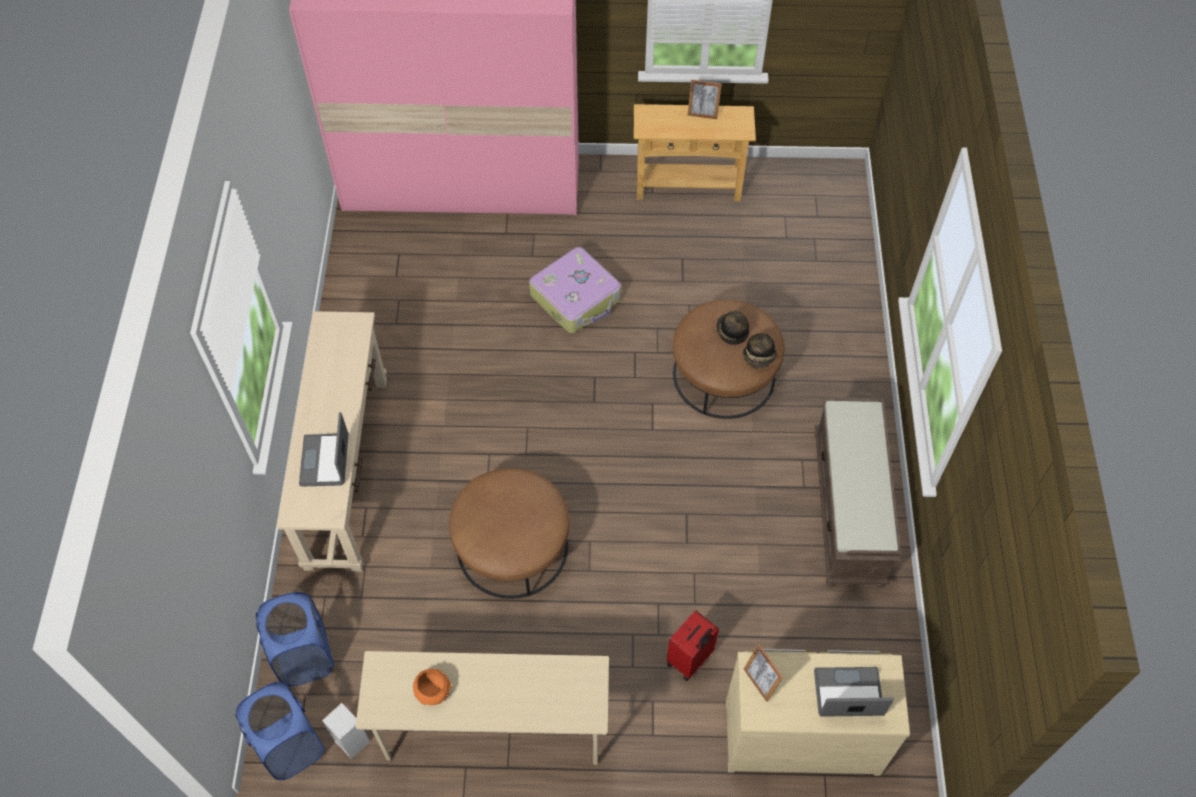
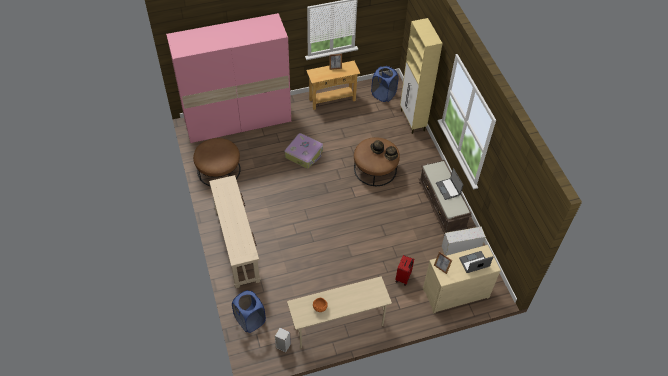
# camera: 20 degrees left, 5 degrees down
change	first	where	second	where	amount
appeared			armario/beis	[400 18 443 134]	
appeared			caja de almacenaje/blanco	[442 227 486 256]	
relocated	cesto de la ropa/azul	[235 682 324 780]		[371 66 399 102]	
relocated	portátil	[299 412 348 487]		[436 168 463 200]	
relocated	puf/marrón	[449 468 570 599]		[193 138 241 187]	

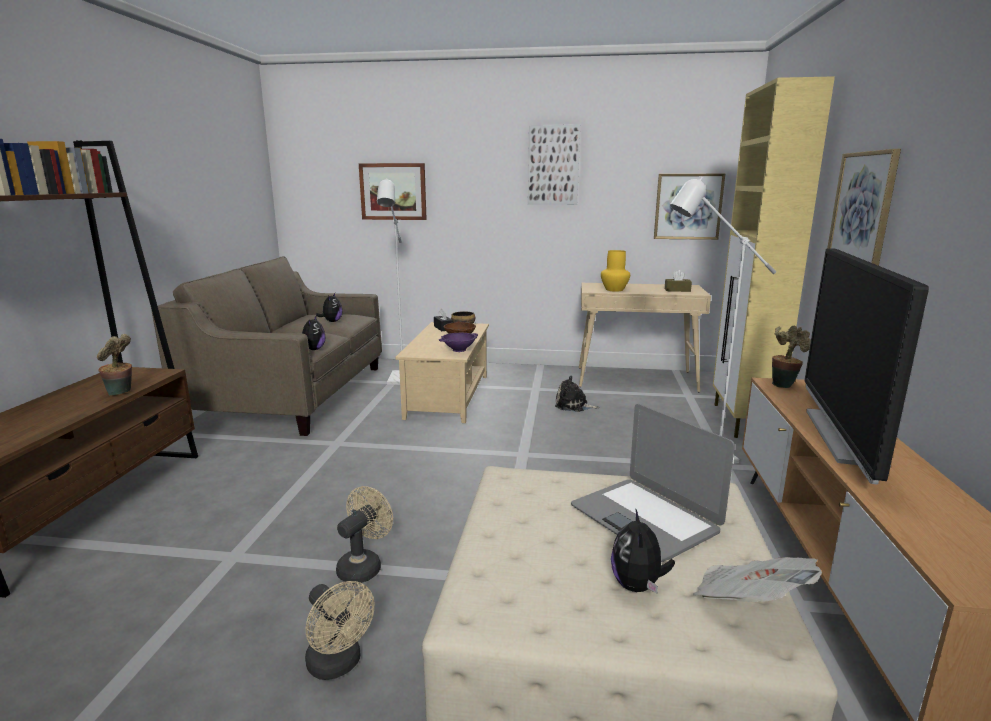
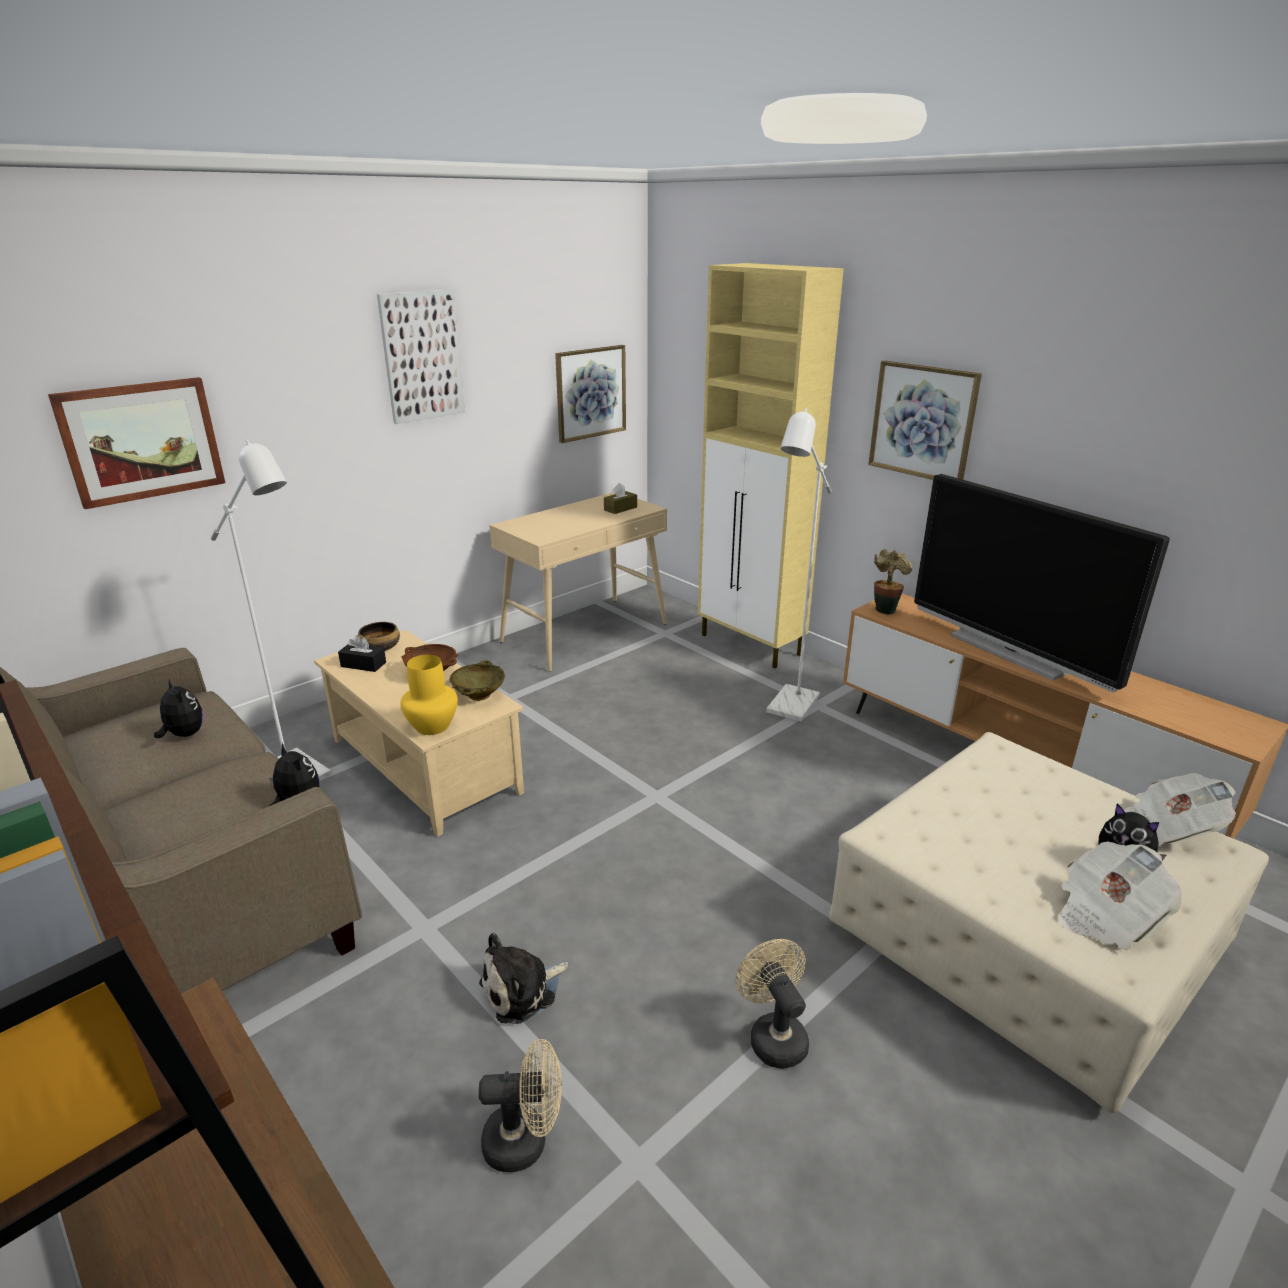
# camera: 50 degrees left, 10 degrees up
change	first	where	second	where	amount
missing	planta en maceta	[97 334 132 395]			
missing	portátil	[571 404 735 562]			
appeared			periódico	[1058 841 1182 951]	
relocated	ventilador/beis	[305 581 374 680]		[479 1039 562 1172]	
relocated	peluche	[555 375 599 412]		[479 933 568 1024]	
relocated	florero/amarillo	[601 250 630 292]		[400 655 458 735]	
colour	cuenco/morado	[439 333 478 352]	cuenco/beis	[449 660 505 701]	

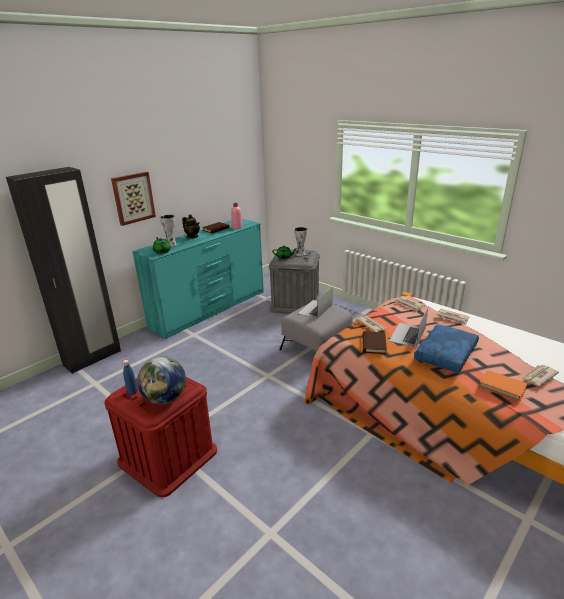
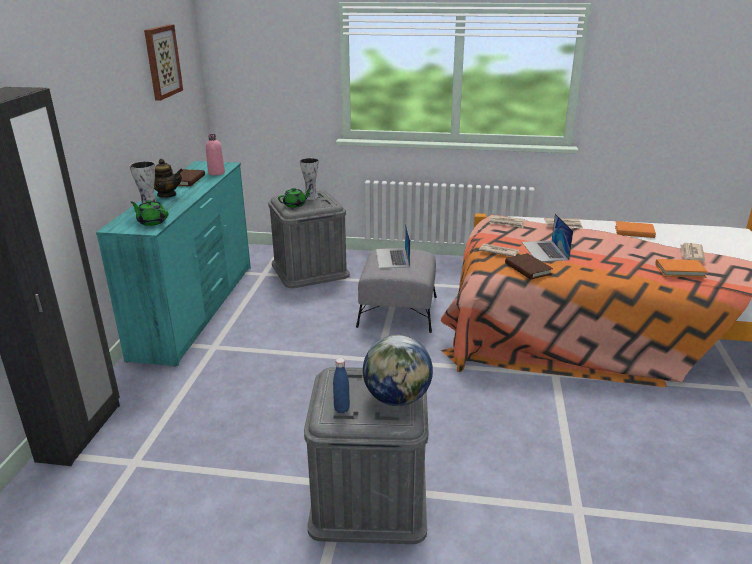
# camera: 35 degrees left, 0 degrees up
change	first	where	second	where	amount
missing	cojín/azul	[414 324 479 373]			
appeared			libro/naranja	[615 221 656 238]	
relocated	cuadro	[111 172 156 226]		[144 25 183 101]	
colour	caja de almacenaje/rojo	[104 377 217 497]	caja de almacenaje/gris	[304 367 428 544]	

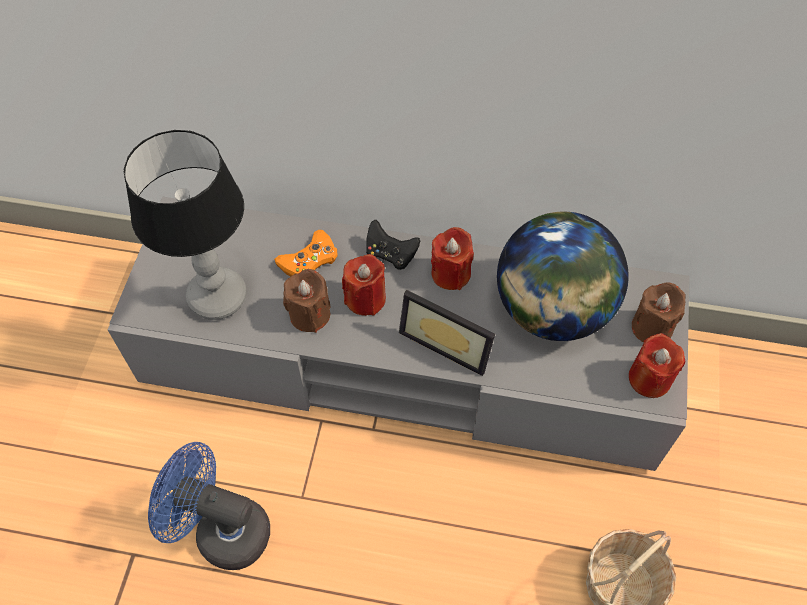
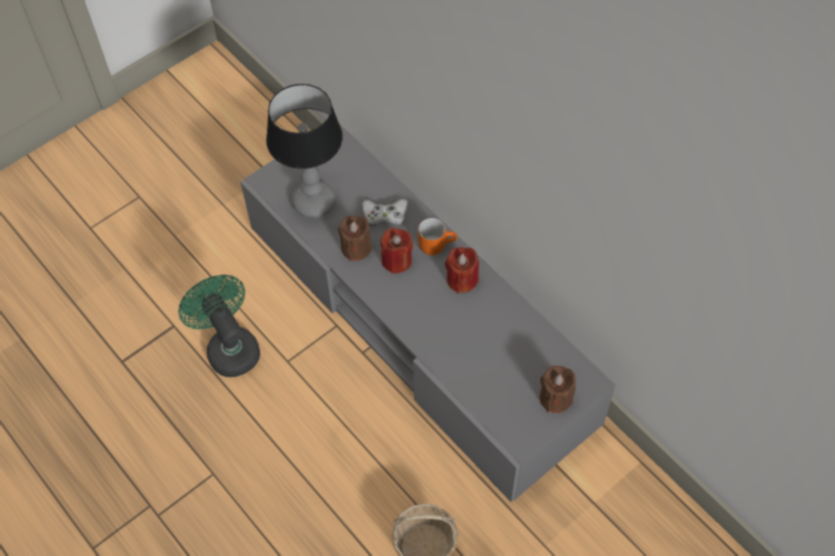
# camera: 40 degrees right, 0 degrees up
change	first	where	second	where	amount
missing	portarretratos	[399 290 495 376]			
missing	globo terráqueo	[497 211 629 341]			
missing	vela/rojo	[629 333 685 398]			
exchanged	mando de consola/negro	[366 220 420 270]	taza grande/naranja	[418 218 457 255]	
colour	ventilador/azul	[148 442 270 570]	ventilador/verde	[178 275 260 377]	
colour	mando de consola/naranja	[274 230 337 277]	mando de consola/blanco	[362 199 407 226]	

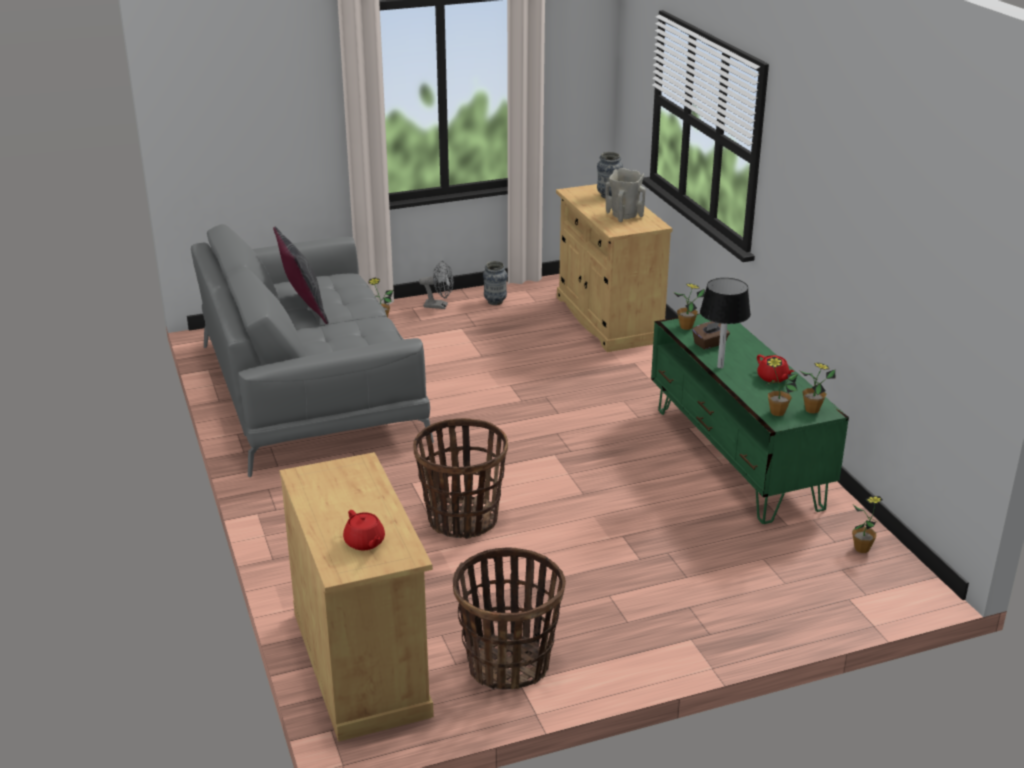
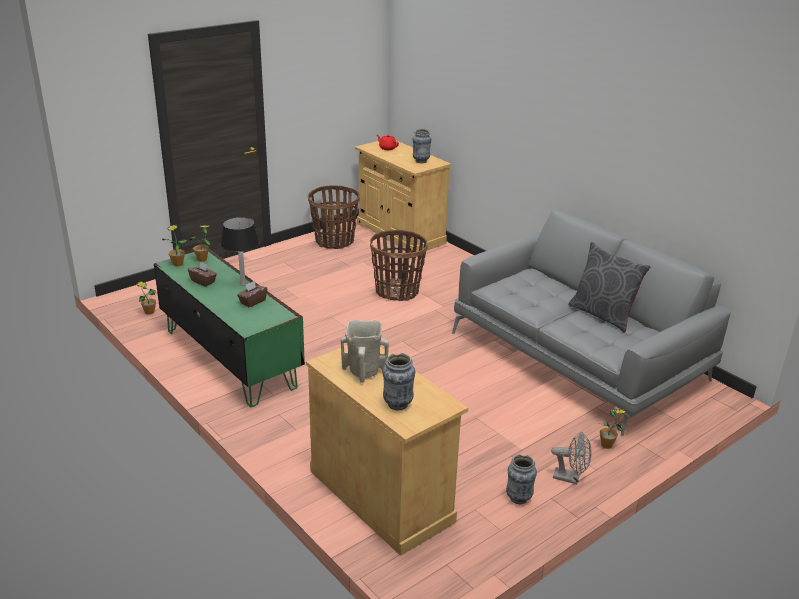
# camera: 160 degrees right, 0 degrees up
change	first	where	second	where	amount
missing	planta en maceta	[674 283 705 330]			
appeared			florero	[413 129 432 163]	
exchanged	tetera/rojo	[757 354 794 383]	caja de pañuelos/marrón	[188 261 217 287]	
spun	ventilador/gris	[419 260 454 309]		[551 432 591 485]	150 degrees counterclockwise

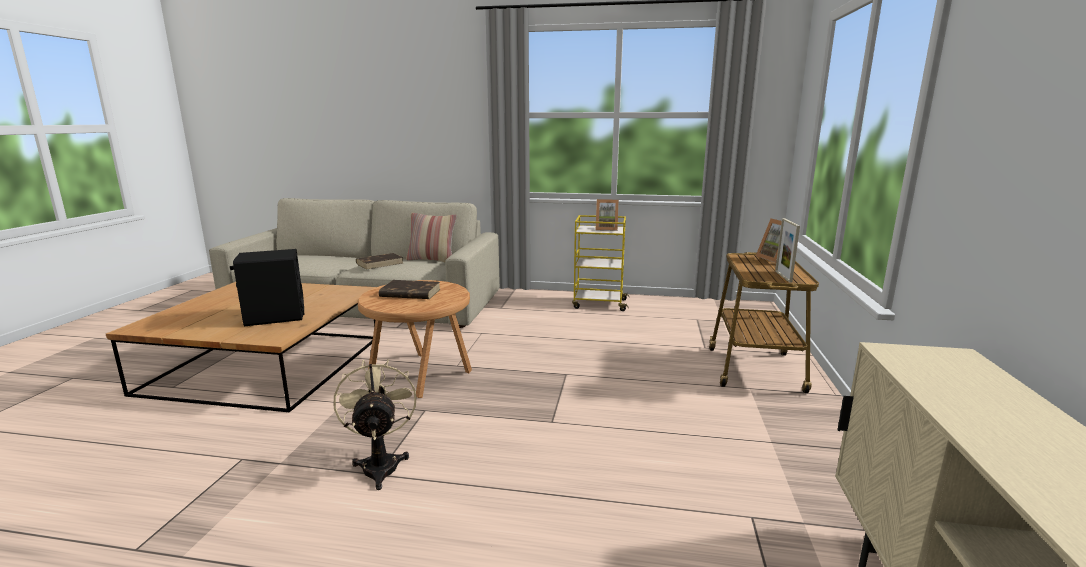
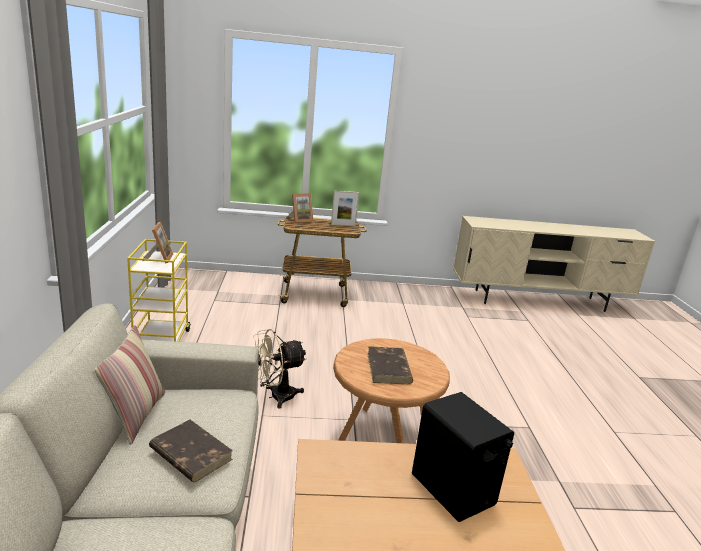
# camera: 105 degrees left, 5 degrees up
change	first	where	second	where	amount
relocated	ventilador/beis	[334 359 416 490]		[253 329 306 409]	

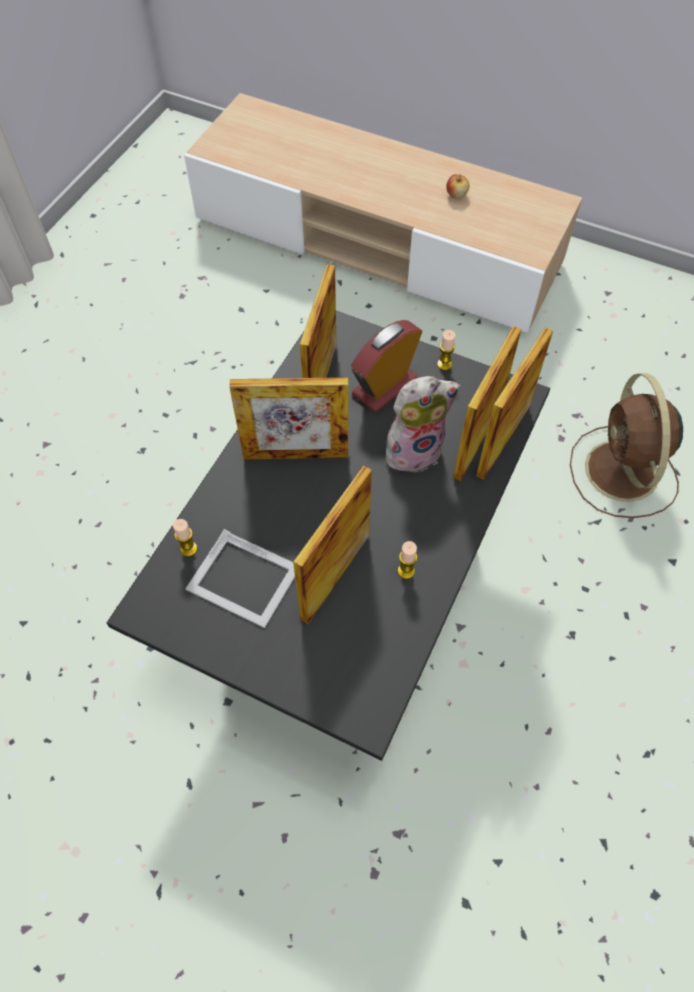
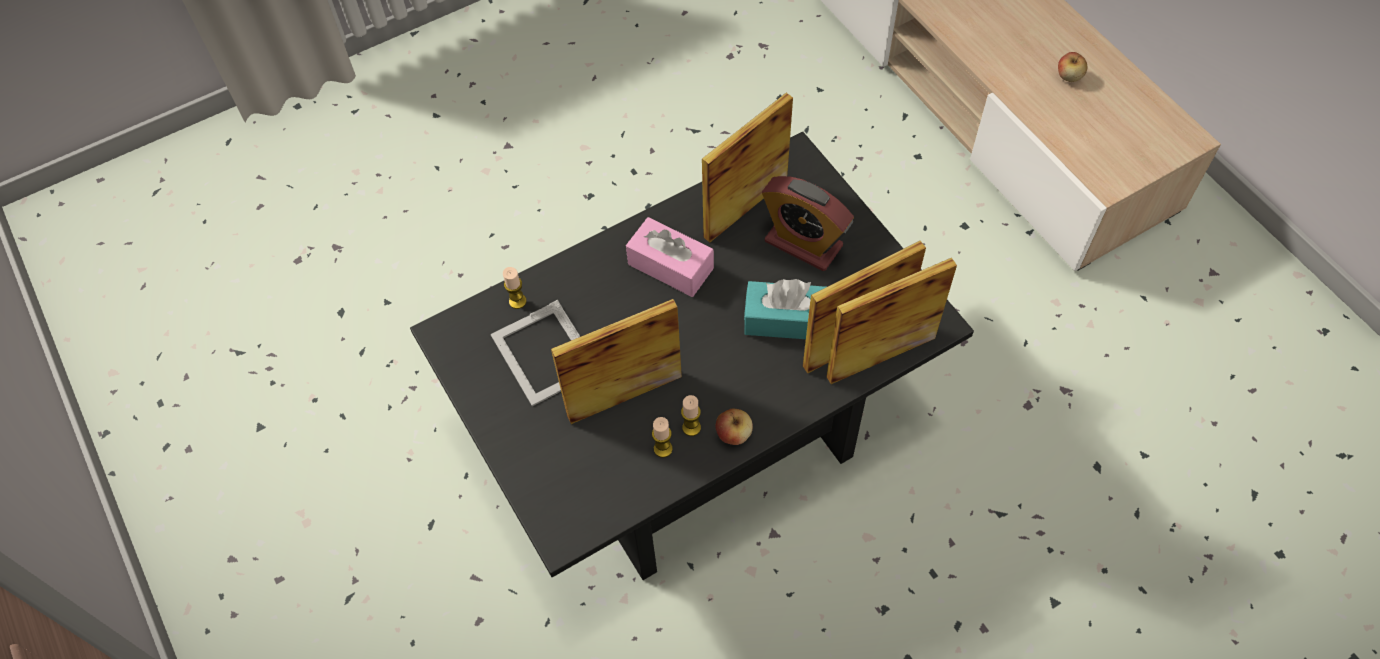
# camera: 35 degrees right, 0 degrees up
change	first	where	second	where	amount
missing	ventilador/marrón	[570 373 683 518]			
appeared			manzana	[715 409 753 445]	
relocated	vela	[437 330 455 371]		[652 417 673 458]	
exchanged	portarretratos	[229 377 348 459]	caja de pañuelos/rosa	[626 217 714 297]	
exchanged	peluche	[386 376 460 476]	caja de pañuelos/turquesa	[744 279 826 339]	
spun	despertador	[351 320 422 412]		[762 176 854 271]	135 degrees counterclockwise

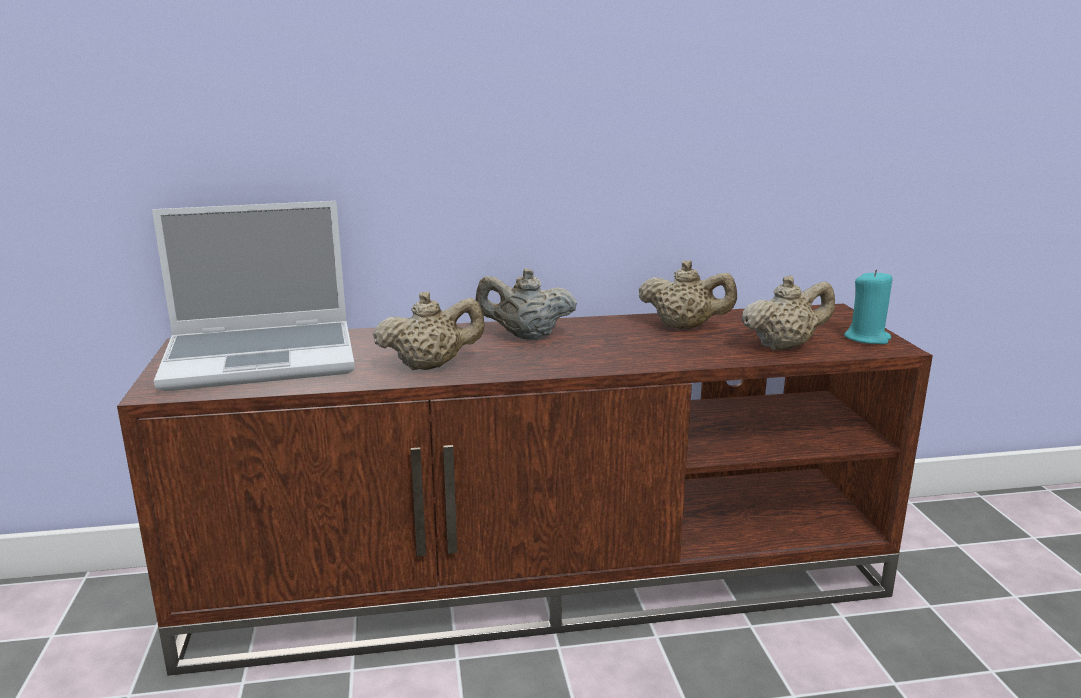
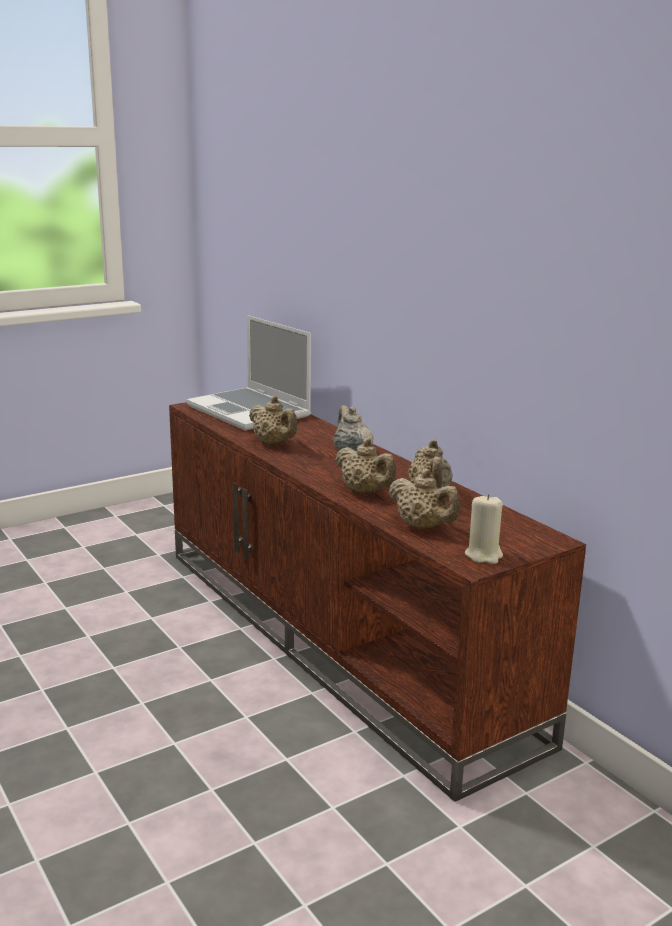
# camera: 65 degrees right, 0 degrees up
change	first	where	second	where	amount
appeared			tetera/beis	[335 438 396 494]	
colour	vela/turquesa	[844 269 892 344]	vela/beis	[465 494 503 564]	

